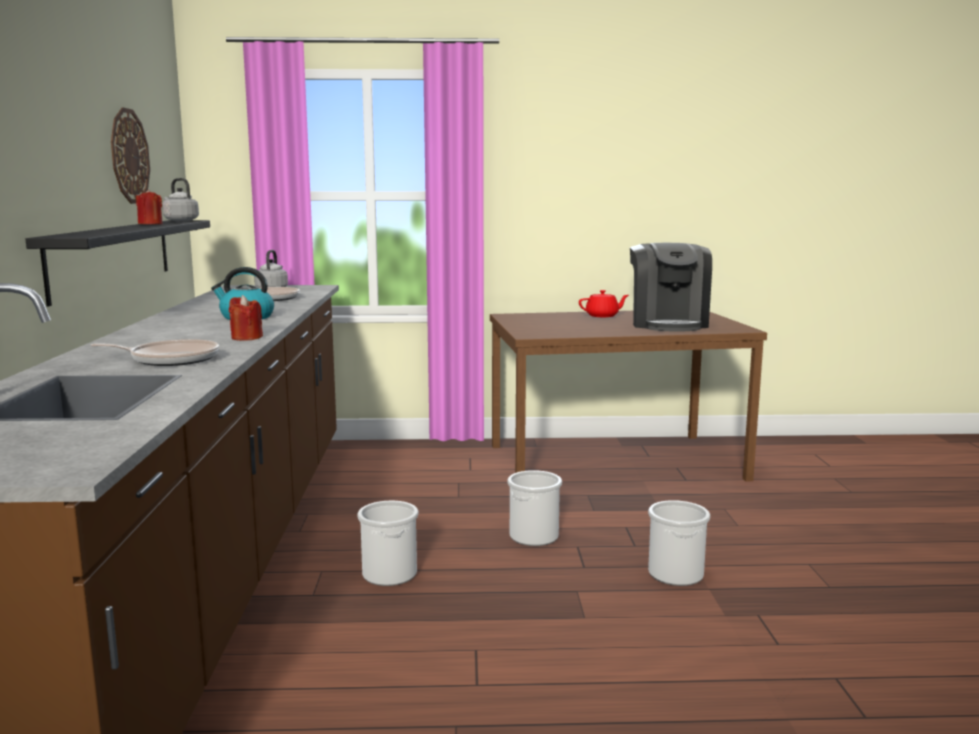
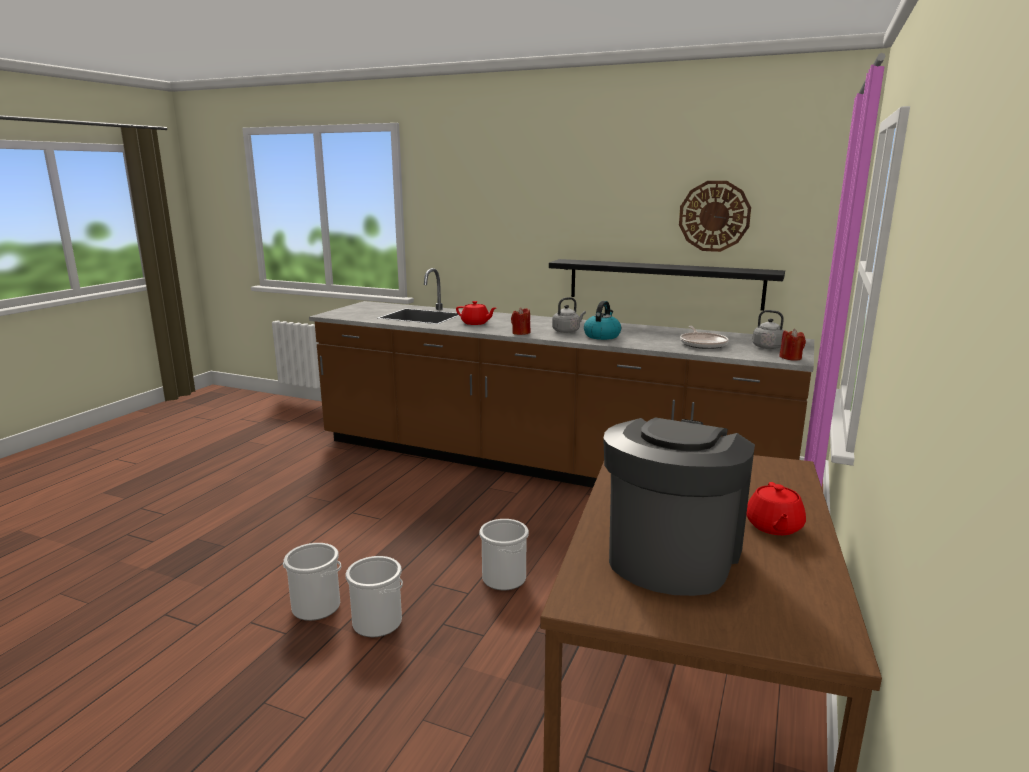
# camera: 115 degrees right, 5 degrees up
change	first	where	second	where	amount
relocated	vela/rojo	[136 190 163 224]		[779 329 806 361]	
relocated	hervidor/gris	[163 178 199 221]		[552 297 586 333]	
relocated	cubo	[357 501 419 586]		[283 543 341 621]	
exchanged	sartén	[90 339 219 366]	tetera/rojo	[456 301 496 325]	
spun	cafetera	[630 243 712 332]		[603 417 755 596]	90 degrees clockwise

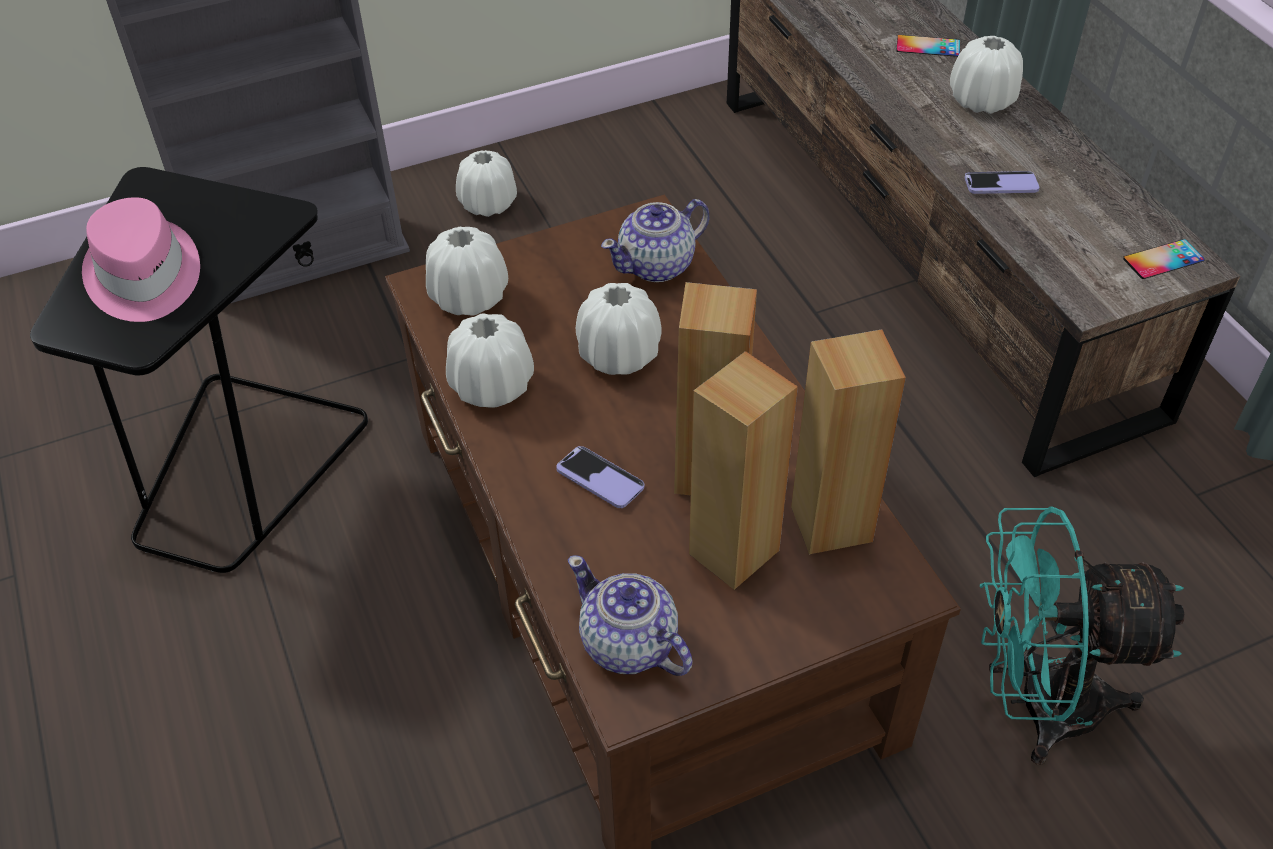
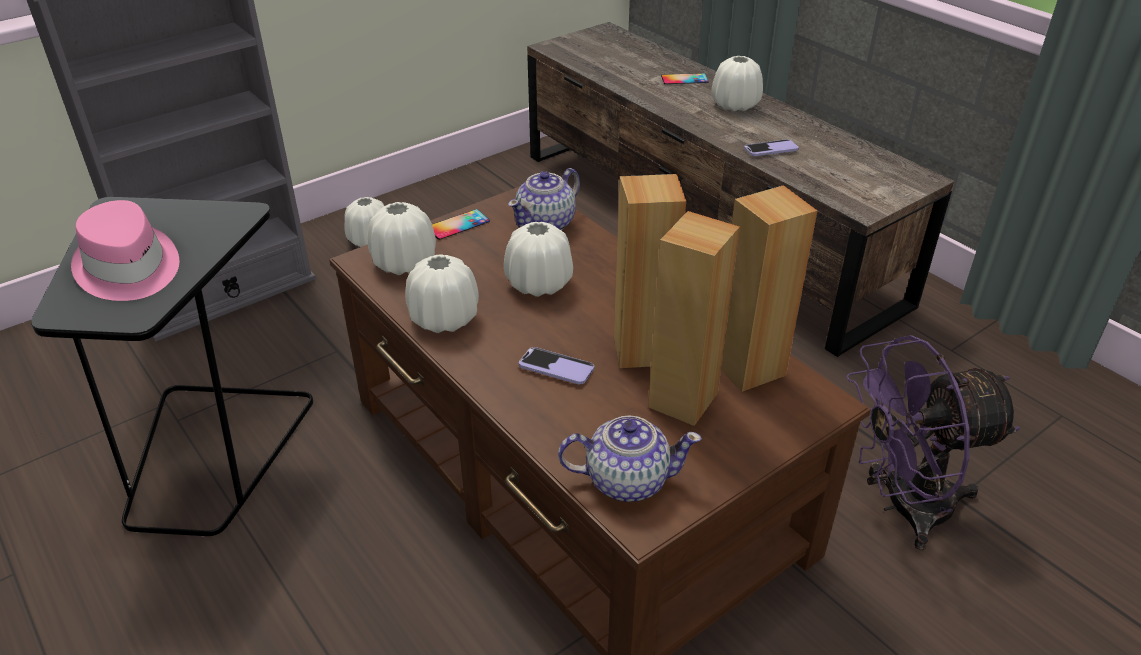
# camera: 15 degrees left, 10 degrees down
change	first	where	second	where	amount
relocated	móvil	[1123 239 1205 279]		[432 209 490 240]	
colour	ventilador/turquesa	[980 506 1184 765]	ventilador/morado	[846 335 1020 551]	
spun	tetera	[568 555 692 676]		[558 415 702 502]	150 degrees clockwise

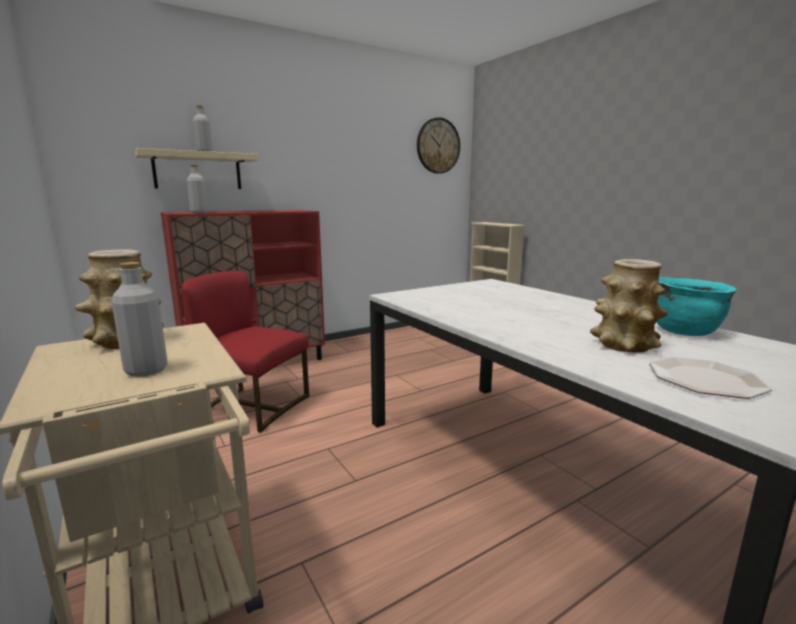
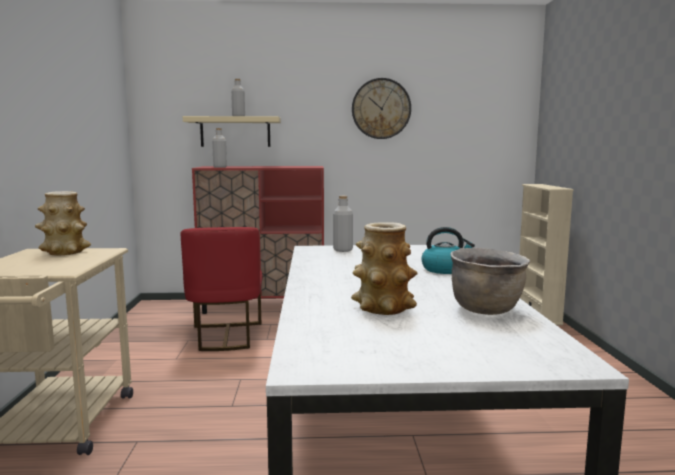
# camera: 30 degrees right, 5 degrees down
change	first	where	second	where	amount
missing	plato	[649 357 772 399]			
appeared			hervidor	[422 227 475 274]	
relocated	botella/gris	[112 262 167 377]		[333 196 353 252]	
relocated	reloj de pared	[417 117 460 174]		[352 78 411 139]	
colour	olla/turquesa	[657 277 737 336]	olla/marrón	[450 248 530 315]	
spun	silla/rojo	[181 271 309 433]		[180 227 263 351]	150 degrees counterclockwise

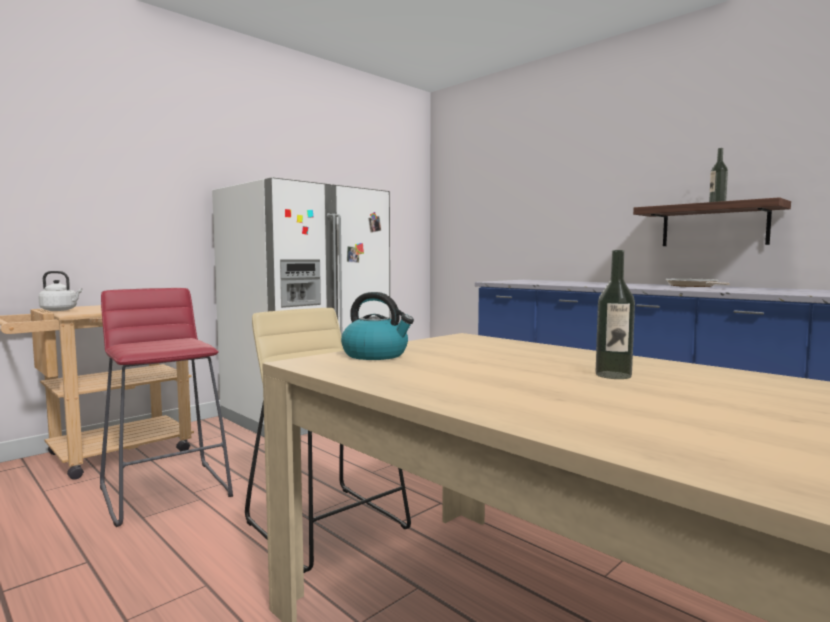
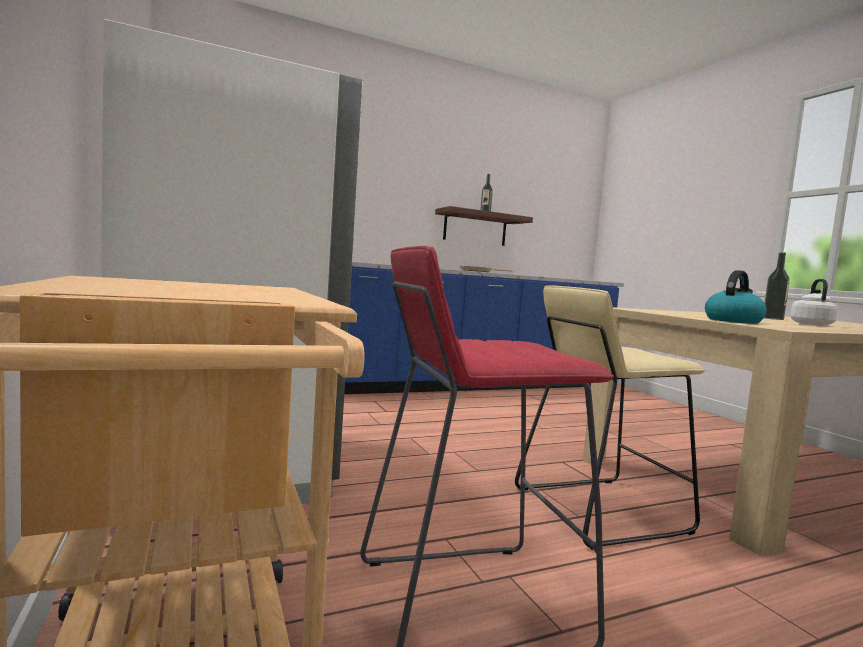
# camera: 70 degrees left, 0 degrees up
change	first	where	second	where	amount
relocated	hervidor/blanco	[38 271 83 311]		[790 279 838 326]	

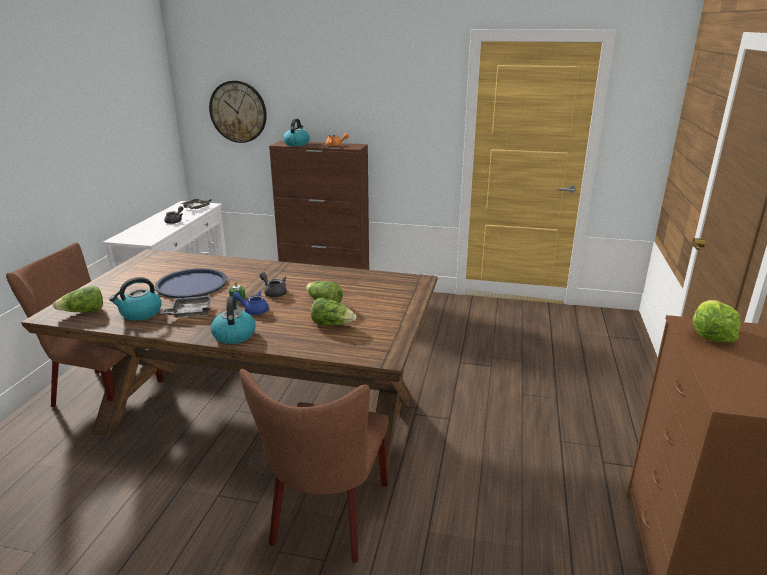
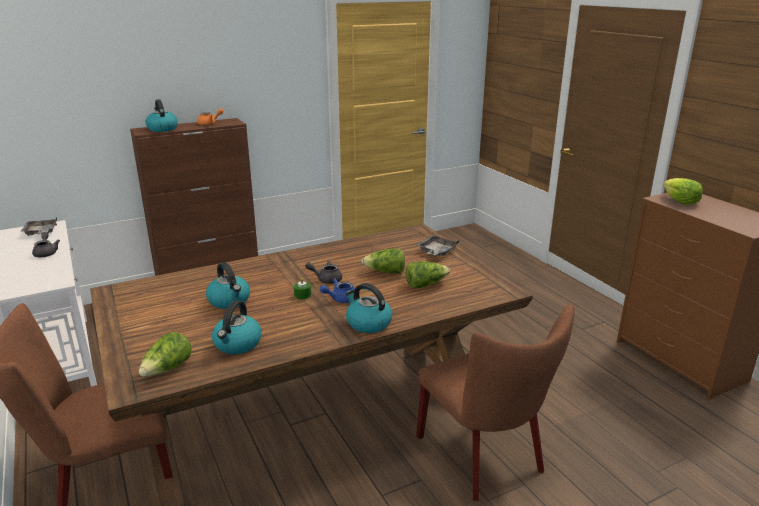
# camera: 40 degrees left, 0 degrees up
change	first	where	second	where	amount
missing	reloj de pared	[209 80 267 143]			
relocated	bandeja/gris	[160 296 210 318]		[417 235 459 256]	
exchanged	bandeja/azul	[155 268 227 298]	hervidor	[206 262 250 309]	

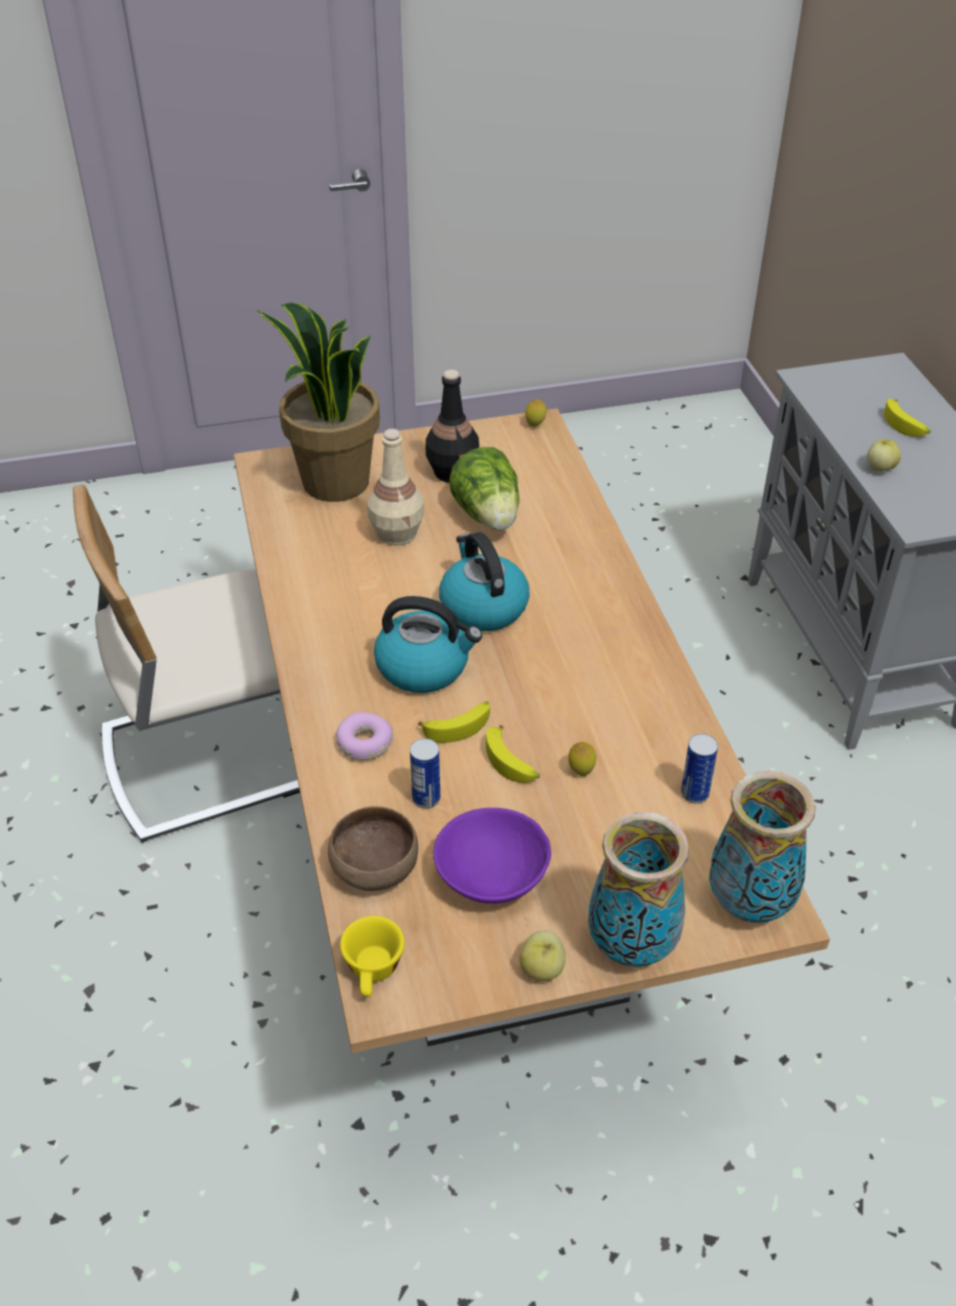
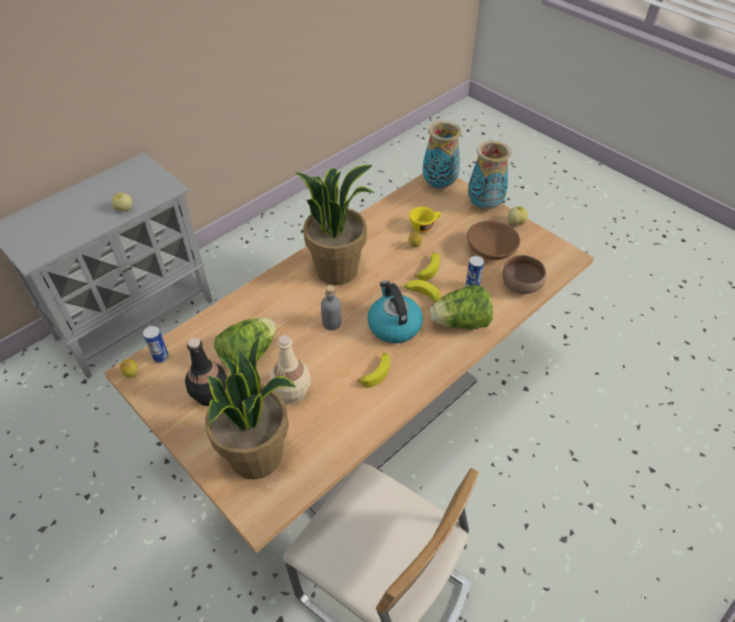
# camera: 120 degrees left, 5 degrees up
change	first	where	second	where	amount
appeared			planta en maceta	[295 165 374 285]	
relocated	taza/amarillo	[340 916 404 997]		[409 207 441 233]	
relocated	lata	[681 734 718 804]		[143 326 169 363]	
relocated	plátano	[884 399 931 437]		[357 352 390 388]	
exchanged	rosquilla	[336 712 393 760]	lechuga	[430 285 493 330]	
exchanged	hervidor	[439 532 530 631]	botella/gris	[321 285 342 330]	
colour	cuenco/morado	[433 808 551 904]	cuenco/marrón	[467 221 520 260]	

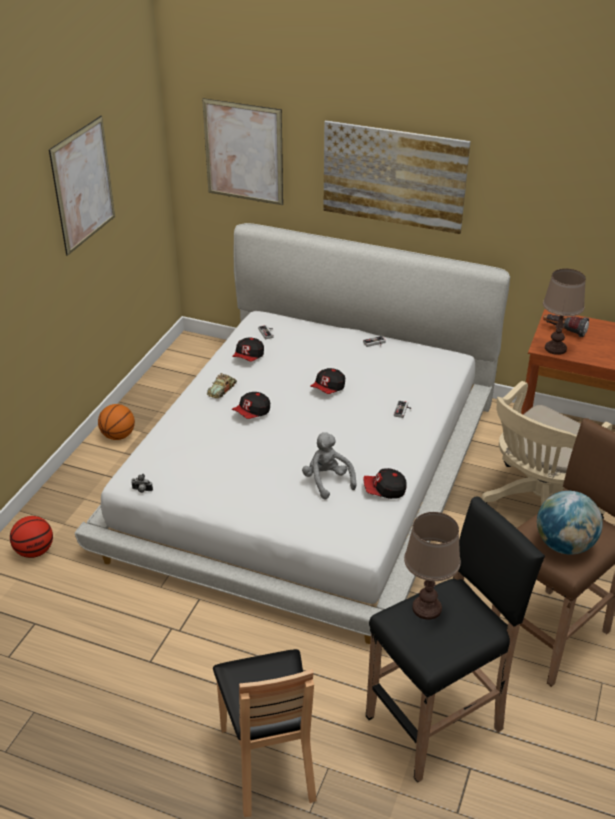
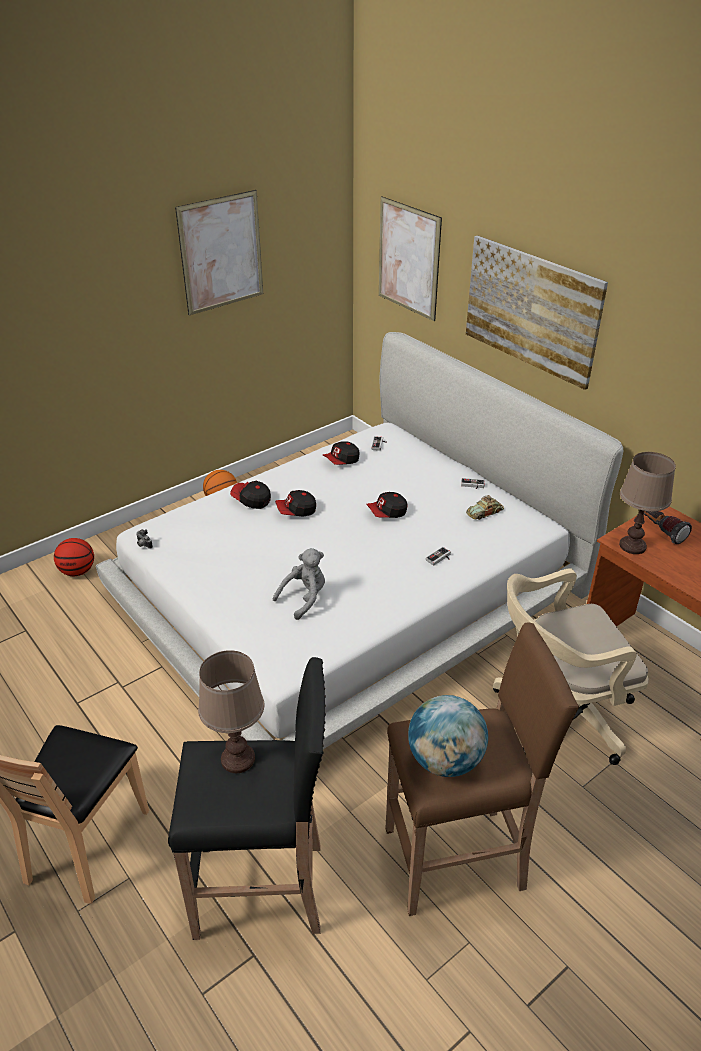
# camera: 30 degrees right, 0 degrees up
change	first	where	second	where	amount
relocated	coche de juguete	[207 373 237 398]		[466 495 504 520]	
relocated	gorra	[363 468 407 499]		[230 481 271 509]	
spun	peluche/gris	[302 432 357 499]		[273 548 325 620]	45 degrees clockwise

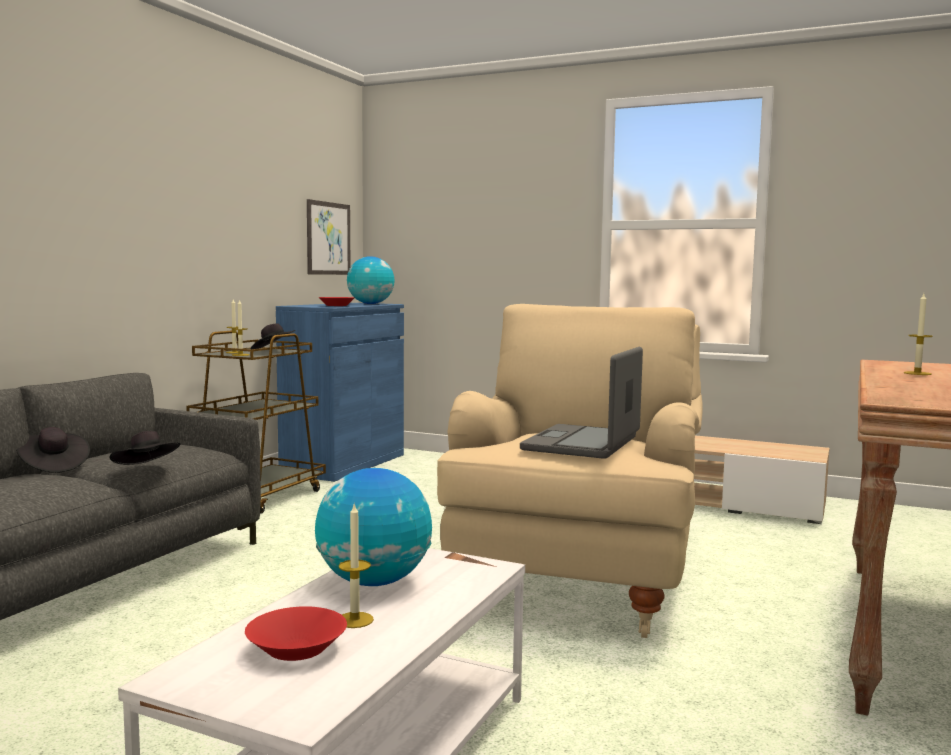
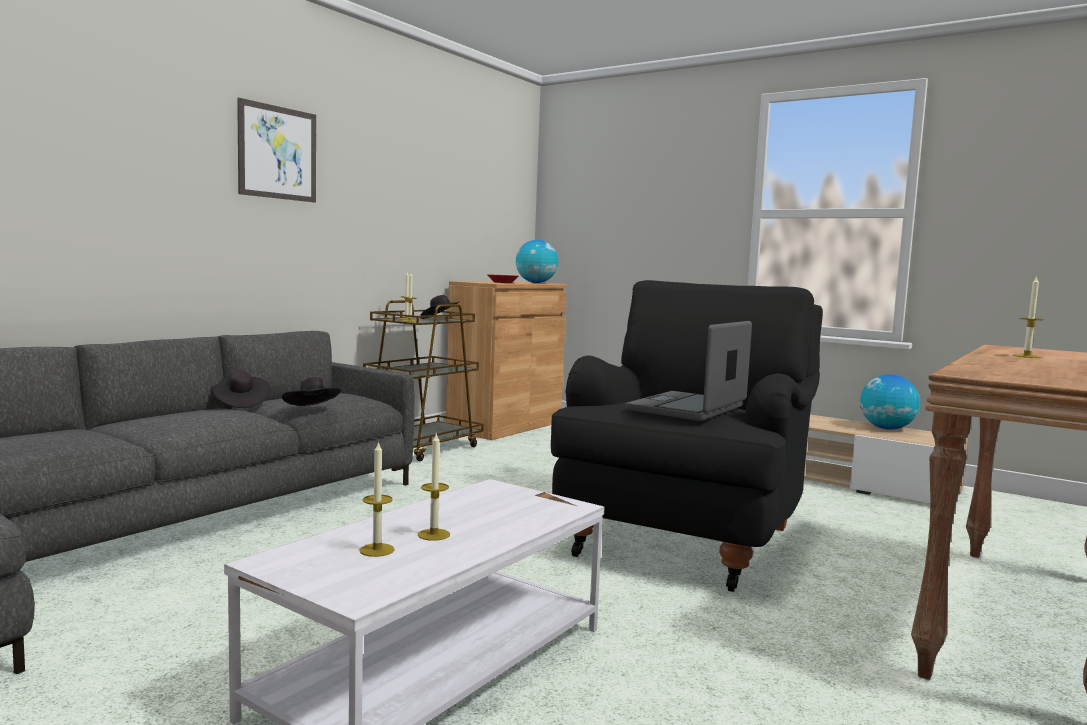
# camera: 10 degrees right, 0 degrees up
change	first	where	second	where	amount
relocated	cuadro	[307 199 350 275]		[237 98 316 202]	
relocated	globo terráqueo	[315 468 432 586]		[860 374 920 429]	
exchanged	cuenco/rojo	[245 606 347 661]	vela	[359 441 395 557]	
colour	armario/azul	[276 303 404 482]	armario/marrón	[446 281 567 440]	
colour	sillón/beis	[437 304 703 638]	sillón/negro	[551 280 823 592]	

